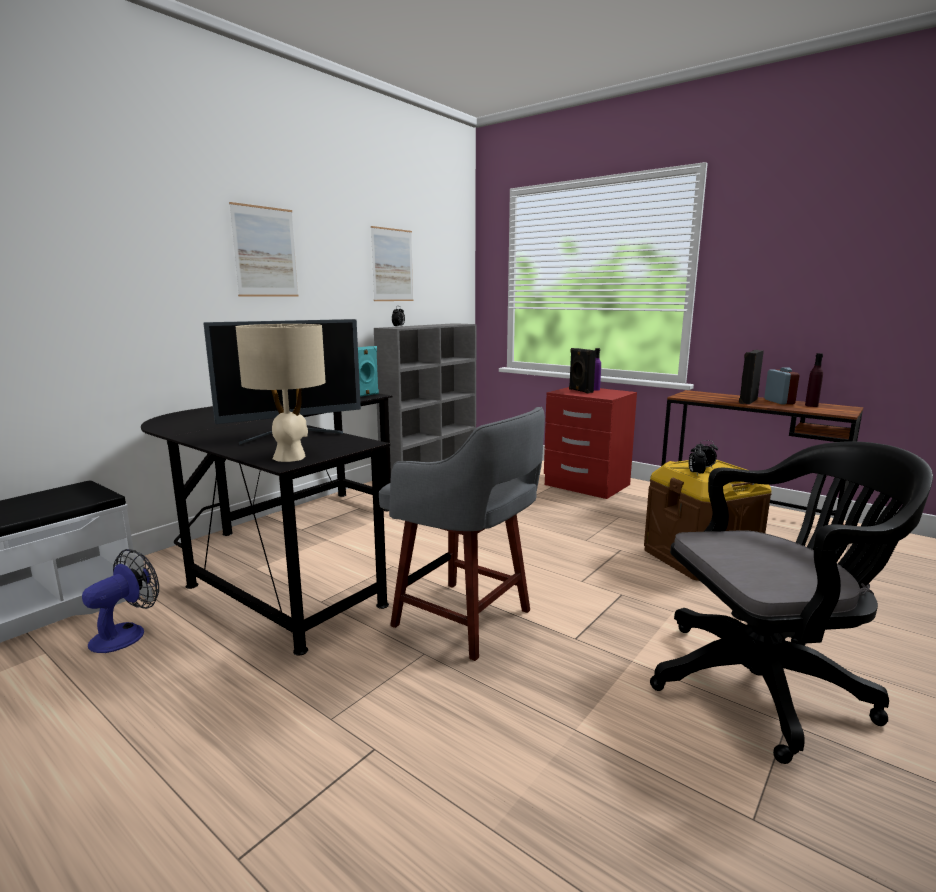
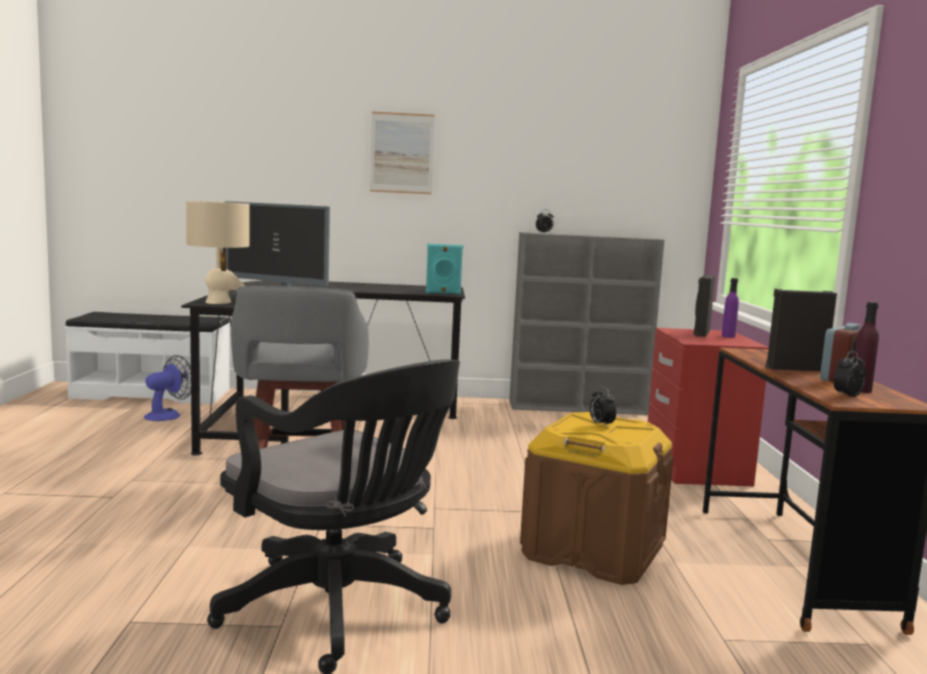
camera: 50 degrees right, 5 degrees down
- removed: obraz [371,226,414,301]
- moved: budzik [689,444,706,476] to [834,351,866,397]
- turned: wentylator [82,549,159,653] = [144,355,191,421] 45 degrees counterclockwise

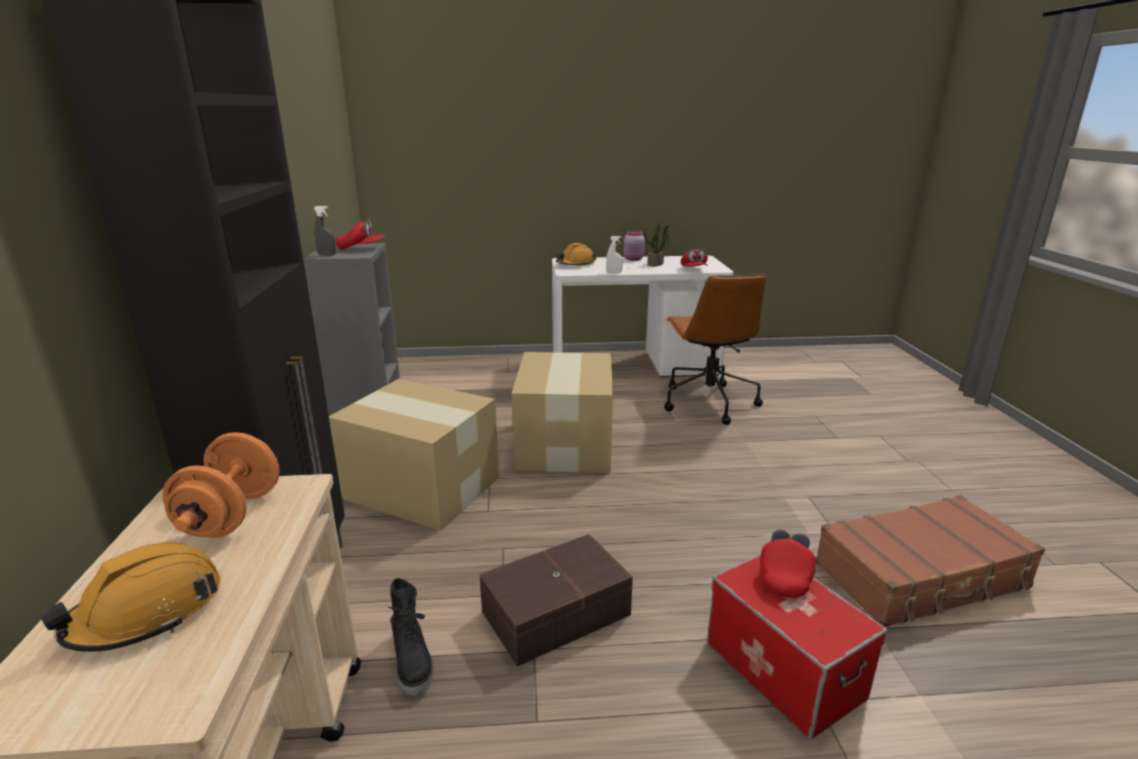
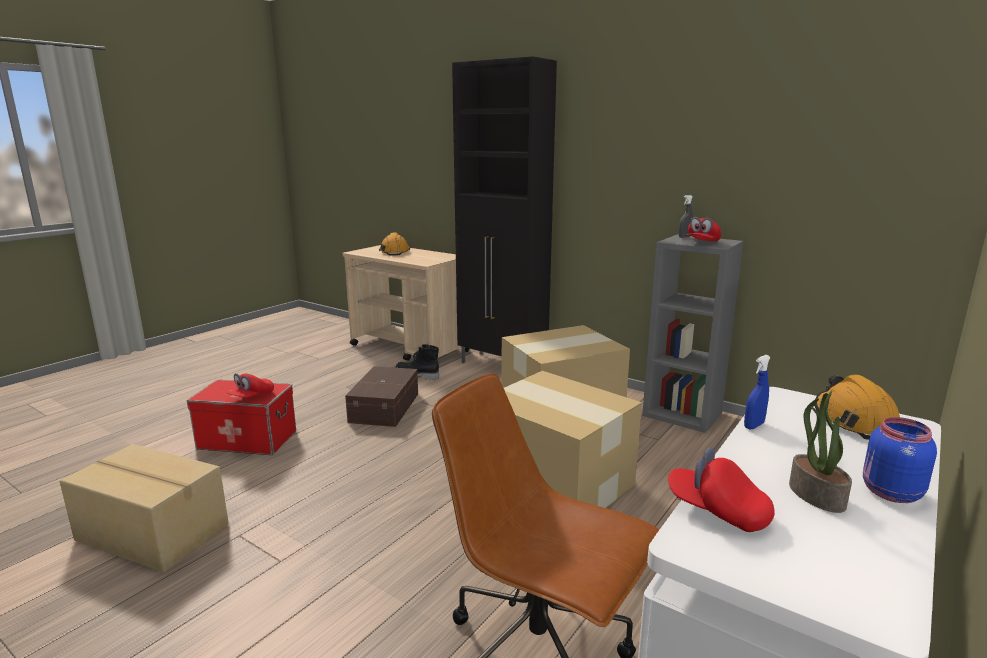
camera: 130 degrees right, 5 degrees down
- recoloured: słoik (różowy) [623,230,645,261] to słoik (niebieski) [863,417,937,503]
- recoloured: spryskiwacz (biały) [606,236,623,273] to spryskiwacz (niebieski) [744,355,771,430]
- removed: hantel (pomarańczowy) [162,432,280,538]
- replaced: walizka (brązowy) [815,495,1045,627] to karton [60,444,229,572]
- turned: czapka z daszkiem (czerwony) [760,530,816,598] = [227,373,274,398] 60 degrees clockwise

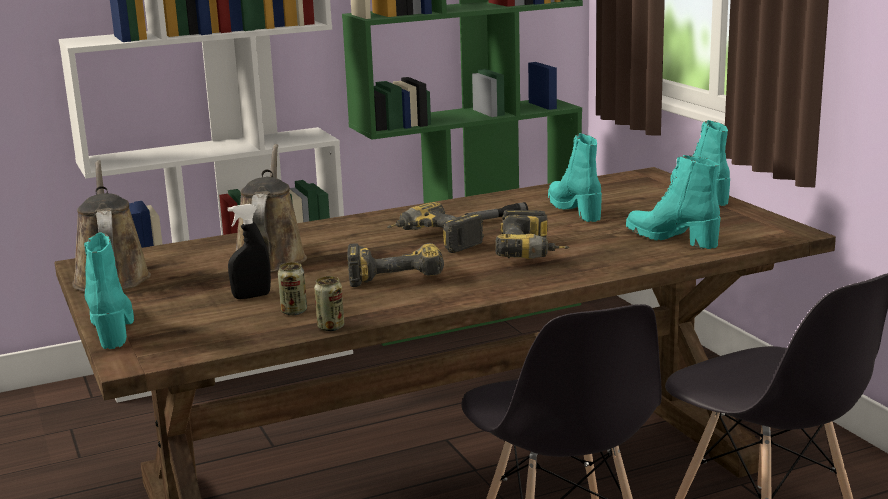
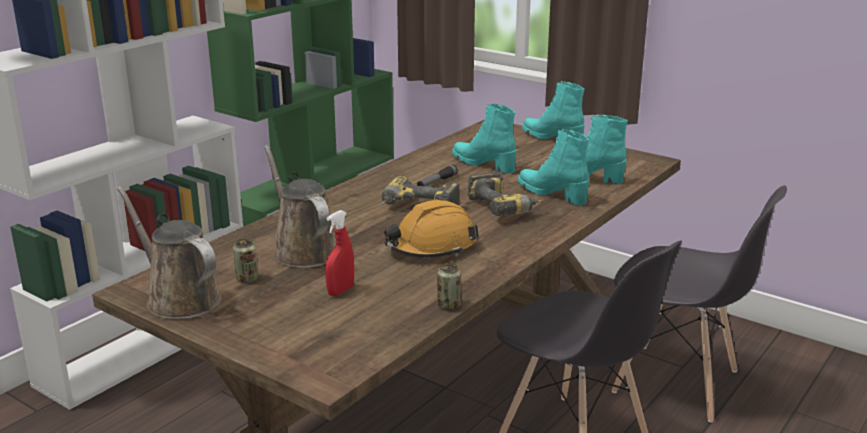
camera: 30 degrees left, 5 degrees up
- recoloured: spryskiwacz (czarny) [227,204,271,299] to spryskiwacz (czerwony) [325,210,354,296]
- moved: but z cholewką (turkusowy) [84,232,134,349] to [518,129,589,206]
- replaced: wiertarka [347,243,444,287] to kask (pomarańczowy) [384,200,479,258]
- moved: puszka [278,262,307,315] to [233,238,258,283]

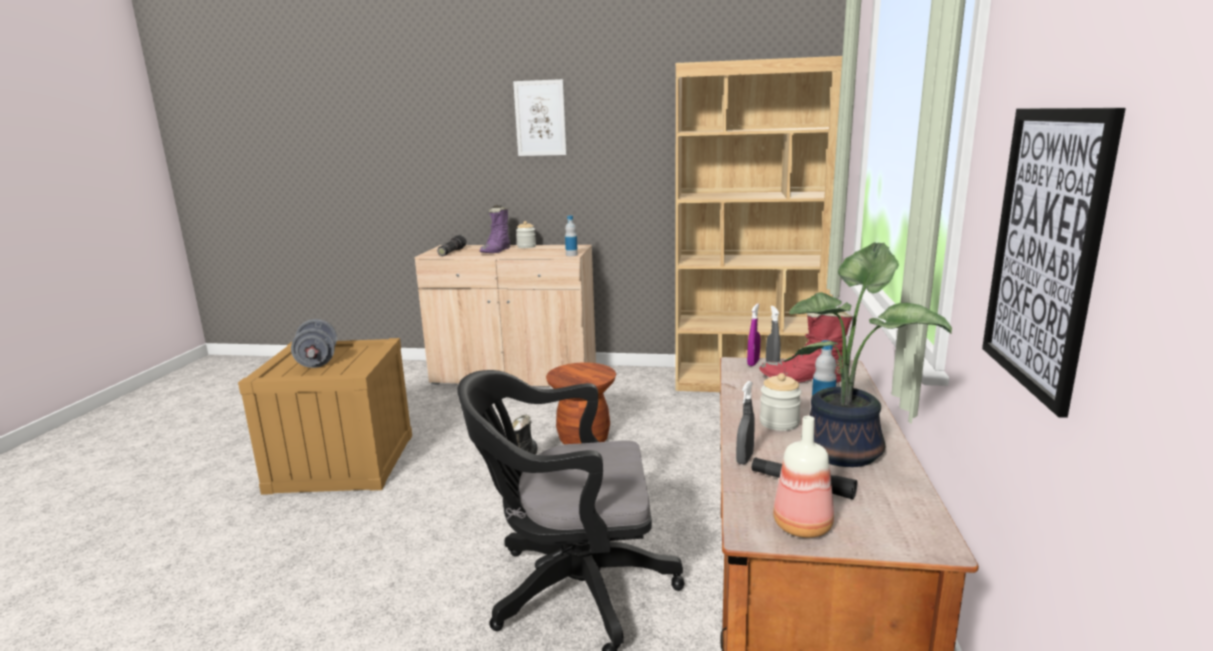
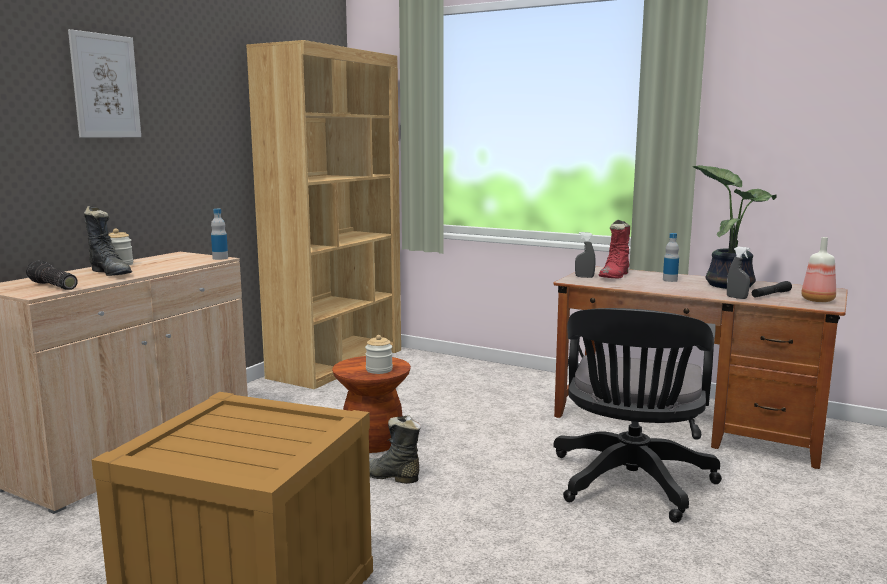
camera: 70 degrees left, 5 degrees down
- removed: obraz [982,108,1126,418]
- recoloured: but z cholewką (fioletowy) [480,204,510,253] to but z cholewką (czarny) [84,206,132,276]
- removed: spryskiwacz (fioletowy) [747,304,760,366]
- removed: hantel (szary) [291,319,337,368]
- moved: słoik [760,373,802,431] to [365,335,393,374]

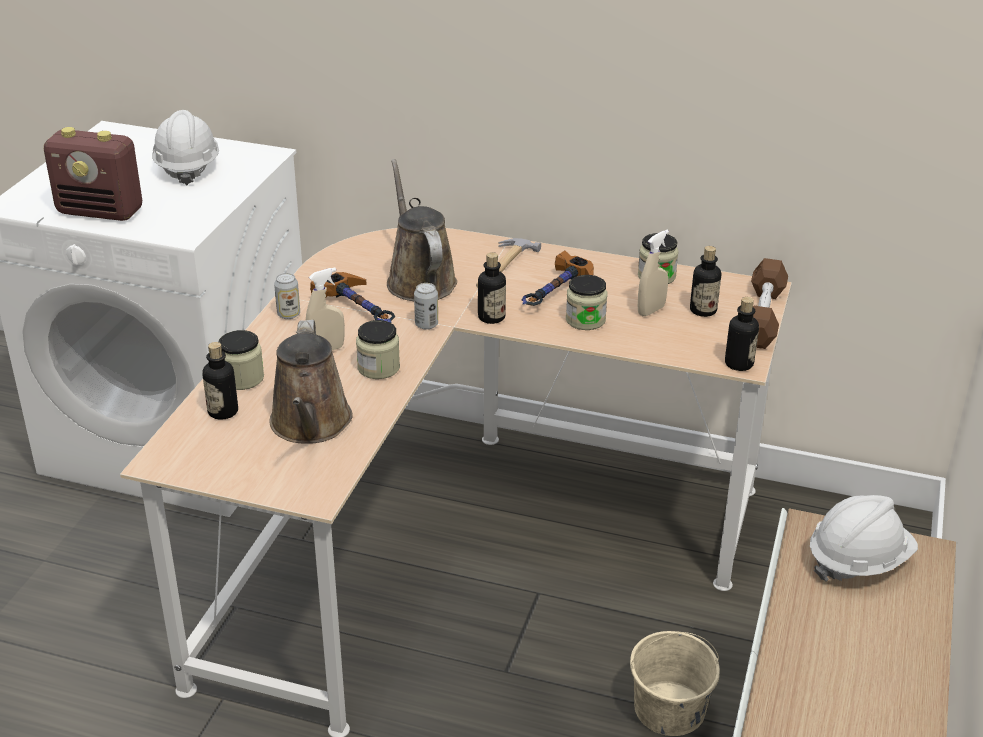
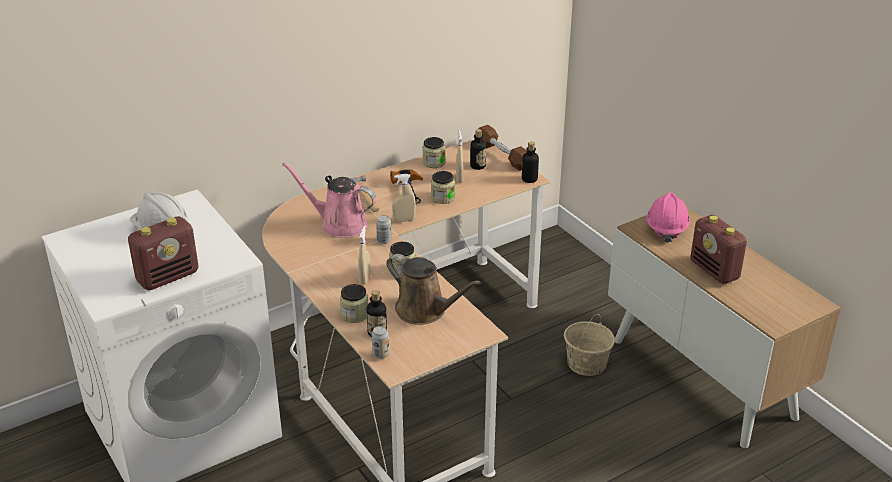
camera: 50 degrees left, 0 degrees up
- recoloured: konewka (brązowy) [387,159,457,301] to konewka (różowy) [282,162,376,238]
- replaced: butelka [478,252,506,324] to spryskiwacz (beżowy) [392,174,416,223]
- removed: młotek [310,272,395,323]
- moved: puszka [274,273,300,319] to [372,326,389,359]
- recoloured: kask (biały) [810,495,918,582] to kask (różowy) [646,192,690,243]
- added: radio [690,215,748,284]

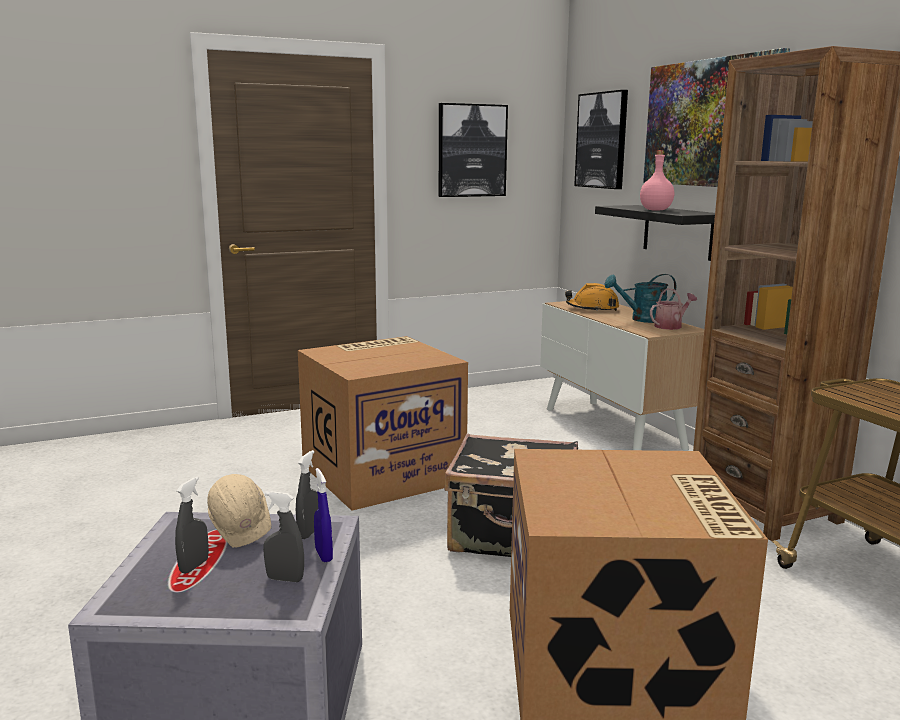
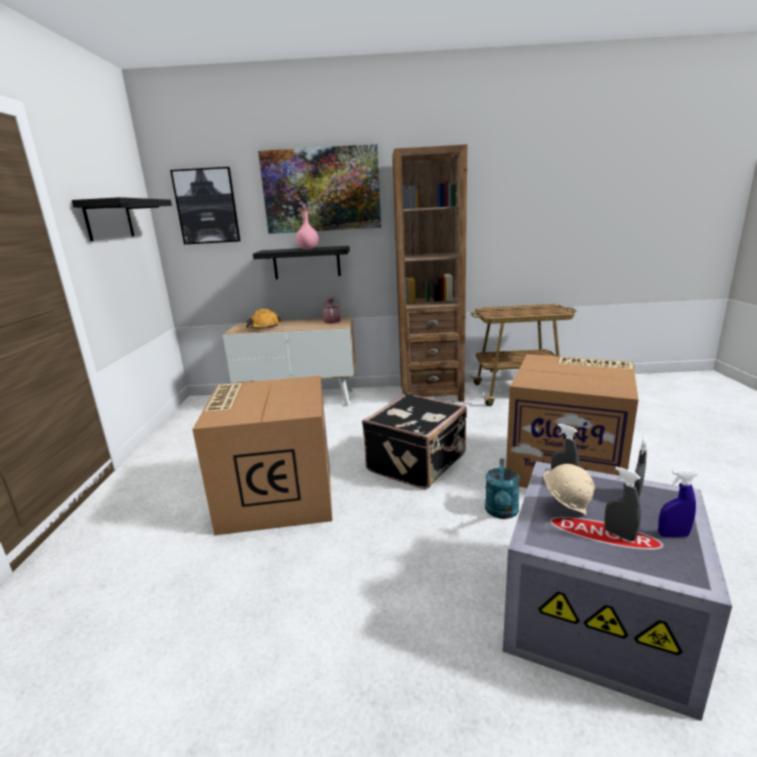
camera: 65 degrees left, 5 degrees up
- replaced: obraz [439,103,508,197] to półka (czarny) [71,197,172,241]
- moved: konewka (turkusowy) [605,274,676,323] to [485,458,520,519]
- moved: spryskiwacz (niebieski) [314,468,333,562] to [658,470,697,537]

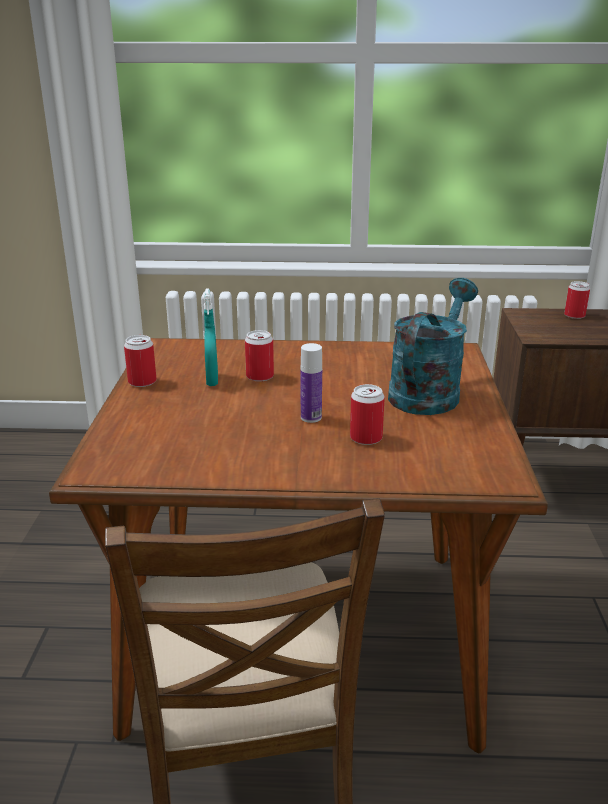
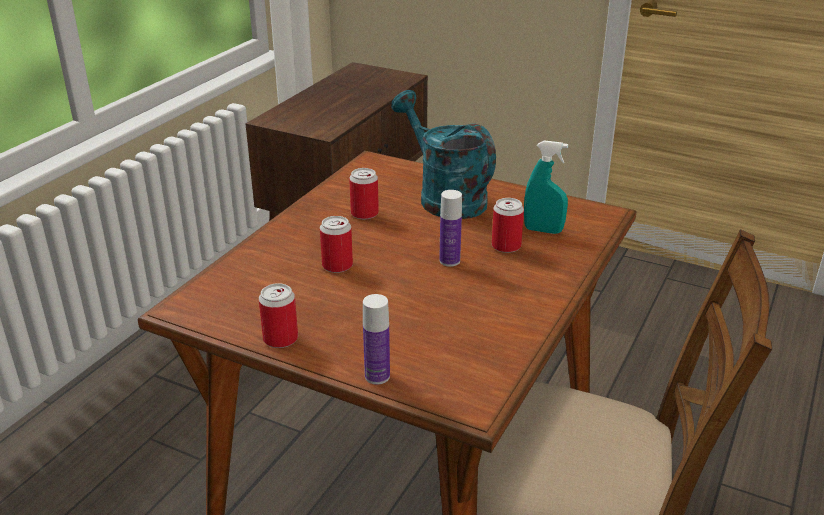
camera: 65 degrees left, 5 degrees up
- moved: puszka [564,281,590,319] to [349,168,379,220]
- moved: spryskiwacz (turkusowy) [204,288,218,386] to [524,140,568,234]
- added: butelka [363,294,390,385]

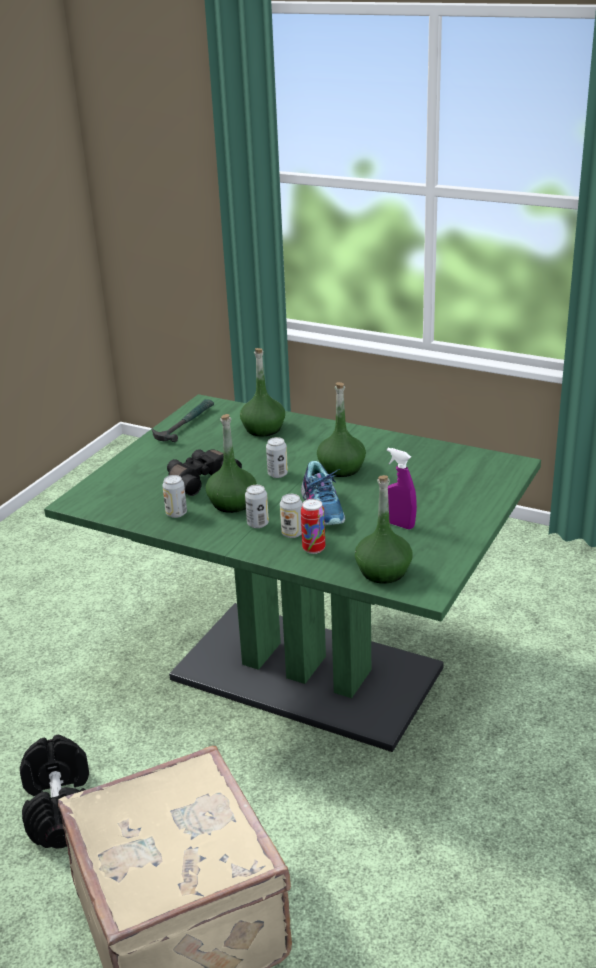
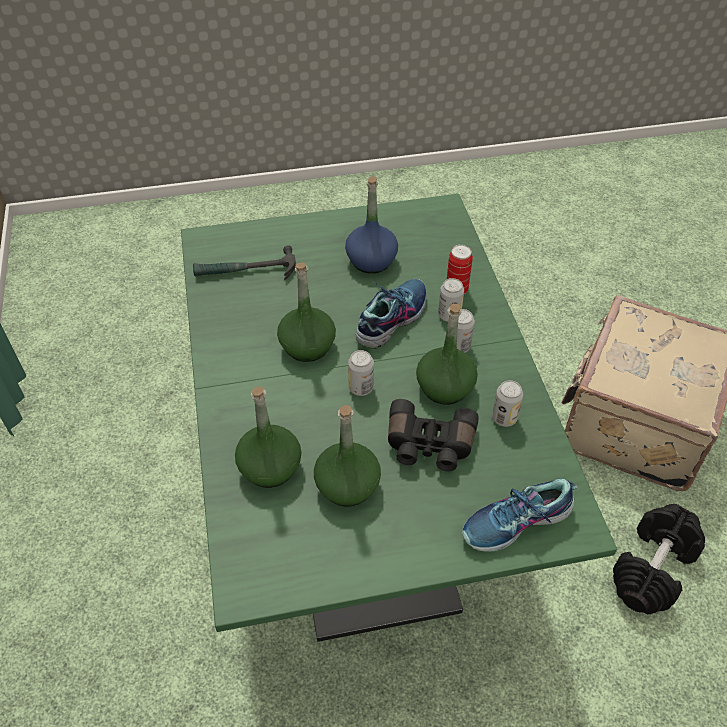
camera: 130 degrees left, 20 degrees up
- moved: młotek [151,399,214,442] to [193,245,296,280]
- replaced: spryskiwacz (fioletowy) [387,448,417,529] to butelka (niebieski) [345,176,398,274]
- moved: butelka (zielony) [355,475,412,584] to [314,405,381,507]
- added: but [462,478,578,552]

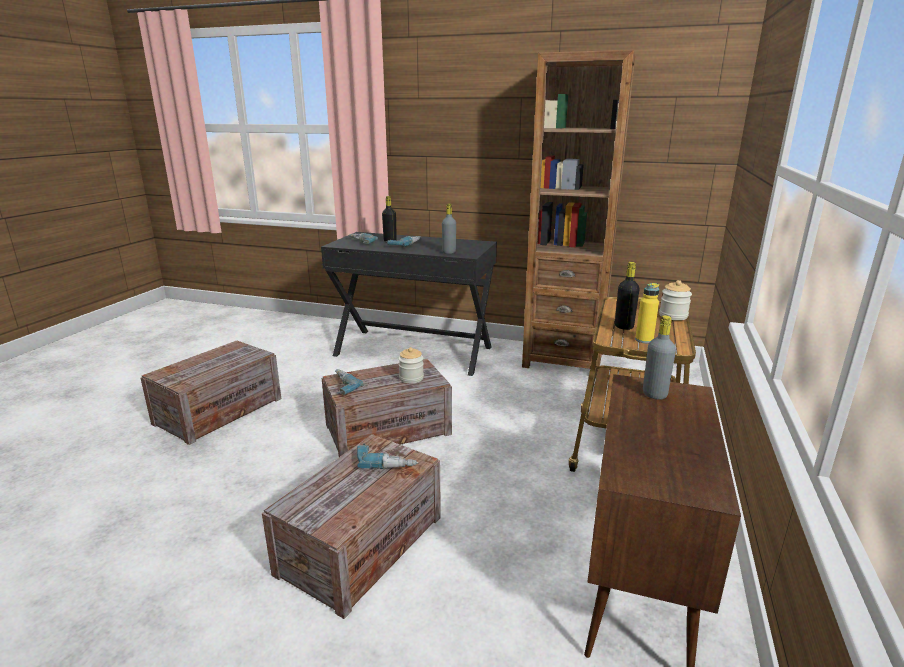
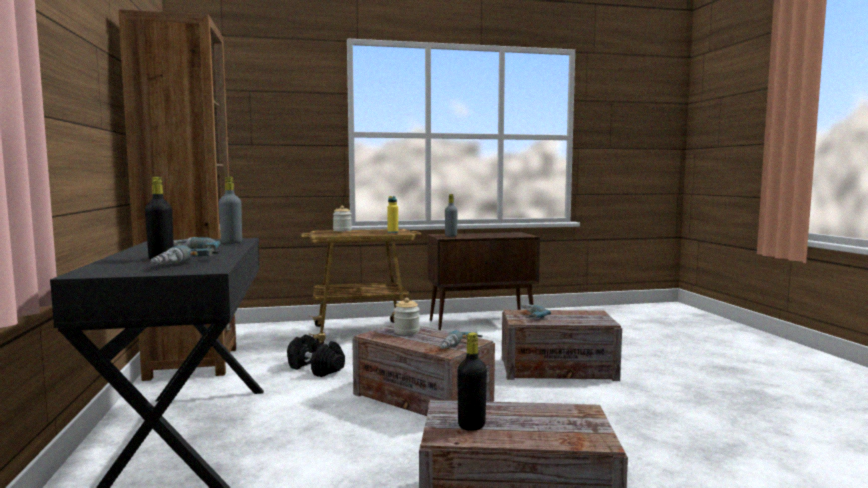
camera: 120 degrees left, 15 degrees down
- moved: butelka (czarny) [615,262,640,330] to [457,332,487,431]
- added: hantel (czarny) [287,335,345,377]

